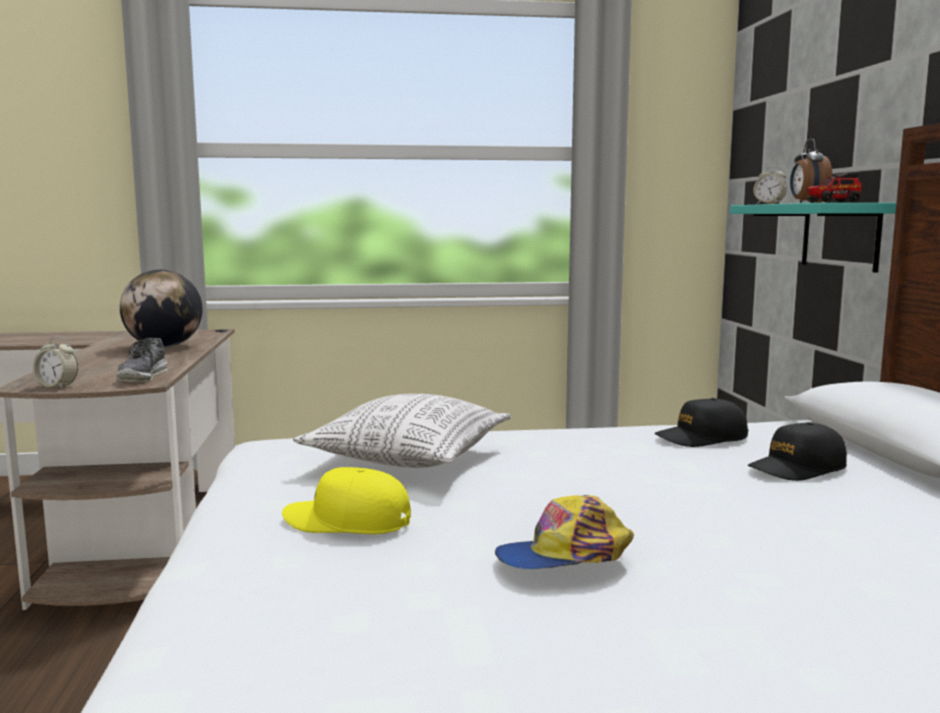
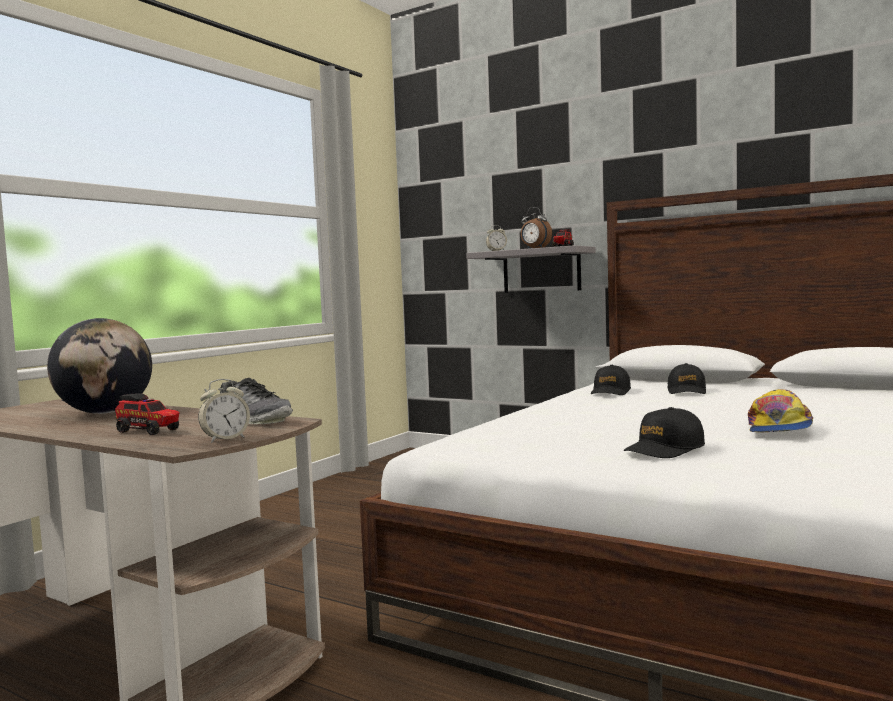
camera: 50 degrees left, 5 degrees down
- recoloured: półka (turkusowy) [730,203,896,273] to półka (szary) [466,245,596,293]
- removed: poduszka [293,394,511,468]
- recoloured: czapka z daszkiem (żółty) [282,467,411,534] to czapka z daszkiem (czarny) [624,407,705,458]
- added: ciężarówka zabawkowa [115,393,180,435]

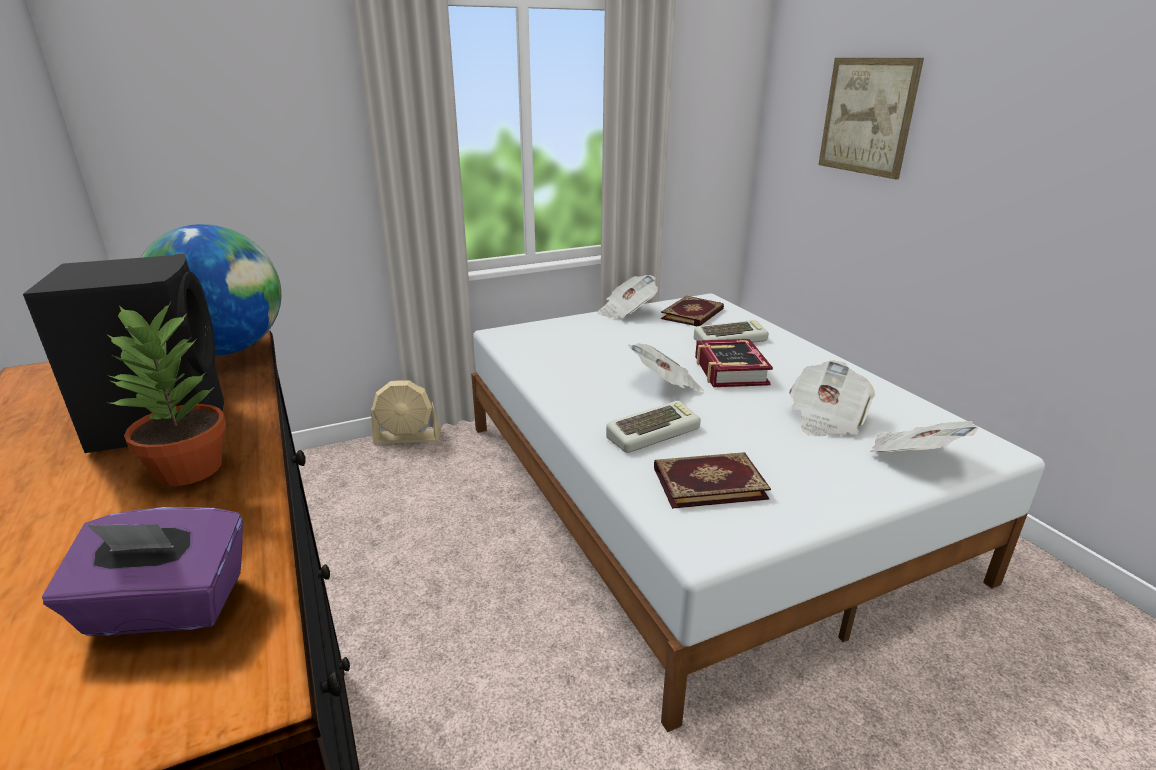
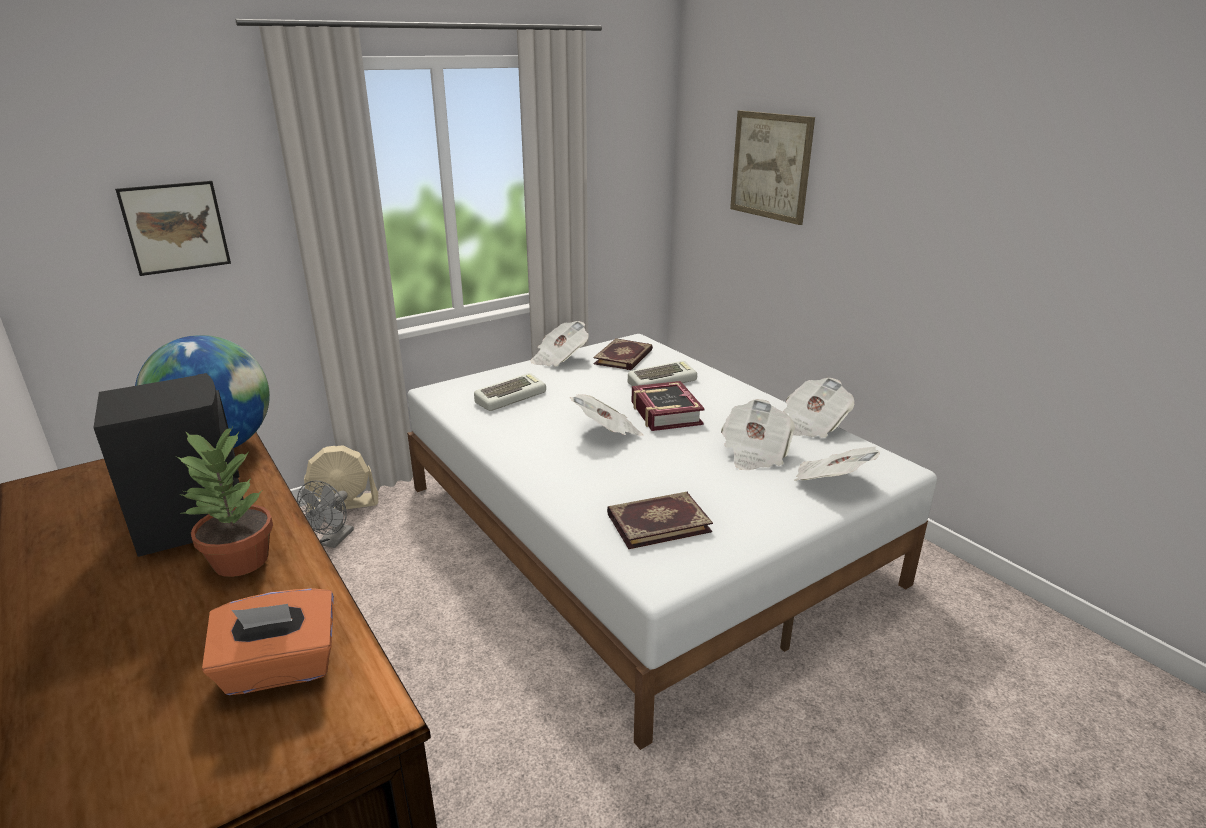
camera: 10 degrees left, 0 degrees up
- moved: klawiatura [606,401,701,453] to [474,373,546,411]
- recoloured: pudełko chusteczek (fioletowy) [42,507,243,636] to pudełko chusteczek (pomarańczowy) [202,588,334,695]
- added: obraz [115,181,231,276]
- added: gazeta [783,378,854,438]
- added: wentylator (szary) [297,481,354,548]

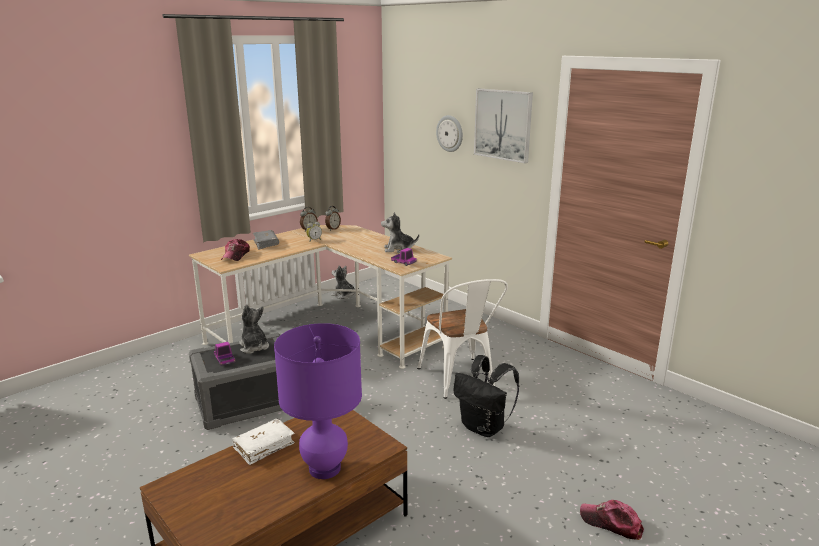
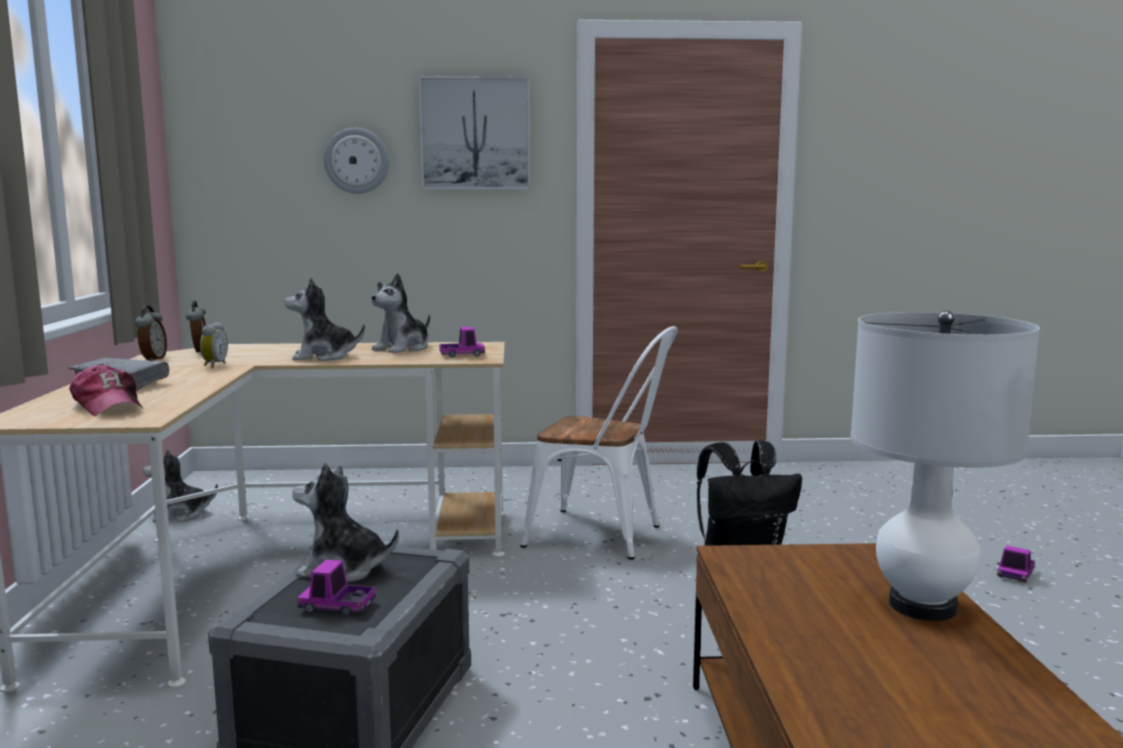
camera: 50 degrees left, 10 degrees down
- recoloured: lampa stołowa (fioletowy) [274,323,362,479] to lampa stołowa (biały) [850,310,1040,621]
- removed: książka (biały) [232,419,295,465]
- replaced: czapka z daszkiem [580,500,644,540] to ciężarówka zabawkowa [997,546,1035,583]
- added: pluszak [284,277,365,361]

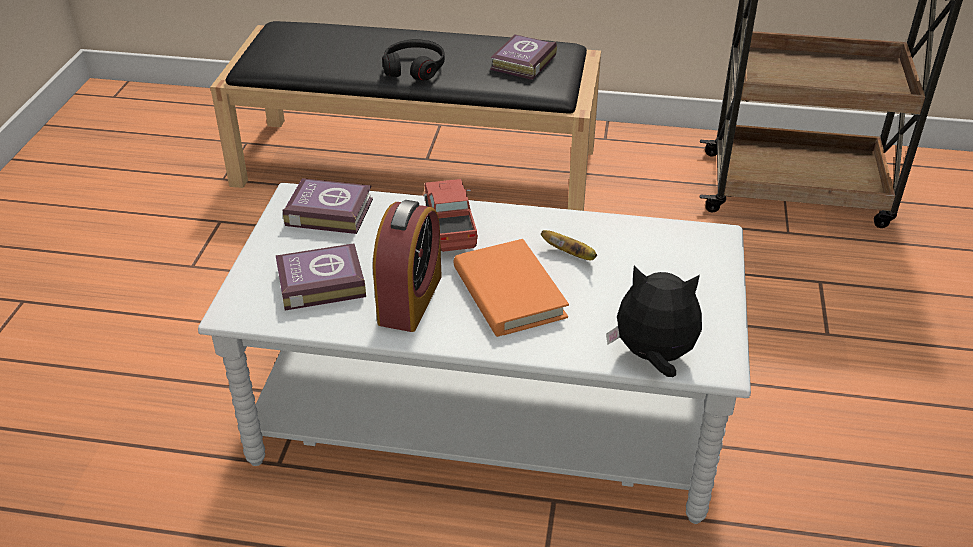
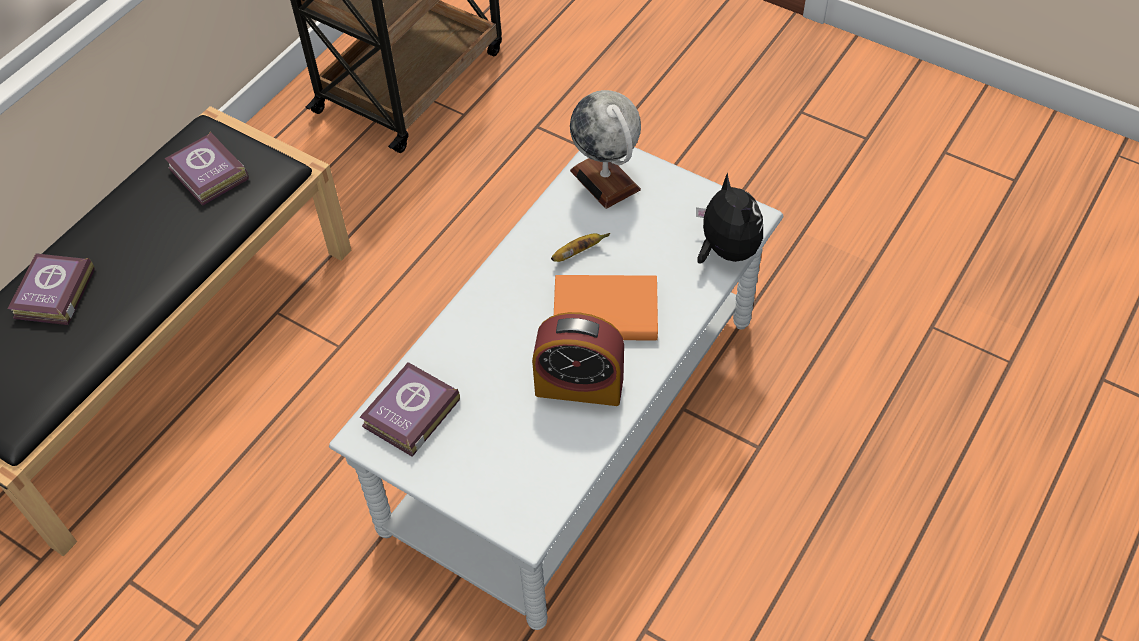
camera: 65 degrees left, 15 degrees up
- removed: słuchawki (czarny) [382,39,445,81]
- removed: ciężarówka zabawkowa [423,179,478,252]
- turned: budzik [373,200,442,332] = [532,312,624,406] 150 degrees clockwise
- moved: książka [276,243,366,310] to [7,253,95,325]
- turned: pluszak [606,265,702,377] = [696,173,763,264] 120 degrees clockwise
- added: globus [570,90,641,209]

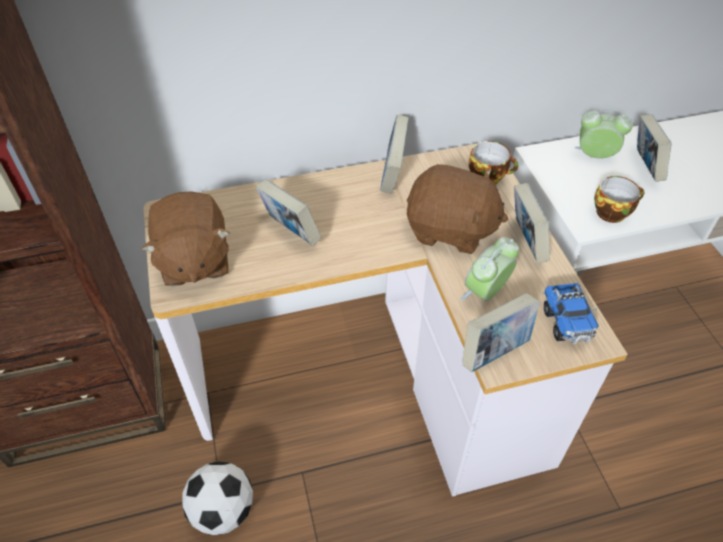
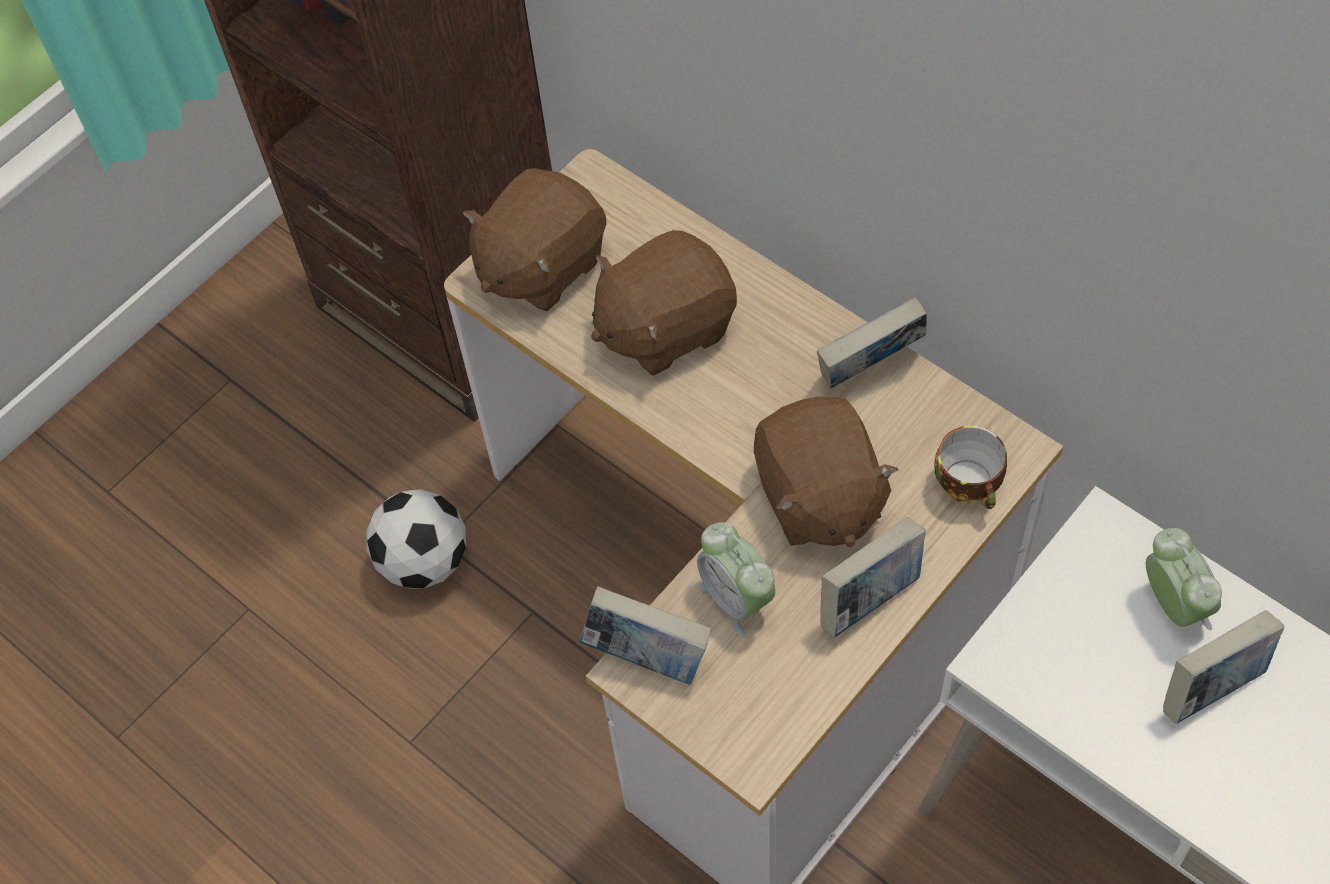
camera: 60 degrees right, 10 degrees up
- removed: filiżanka [594,176,644,223]
- replaced: książka [256,179,321,246] to pluszak (brązowy) [591,230,737,375]
- turned: budzik [460,237,519,301] = [697,522,775,637] 135 degrees counterclockwise
- removed: ciężarówka zabawkowa [543,283,599,345]

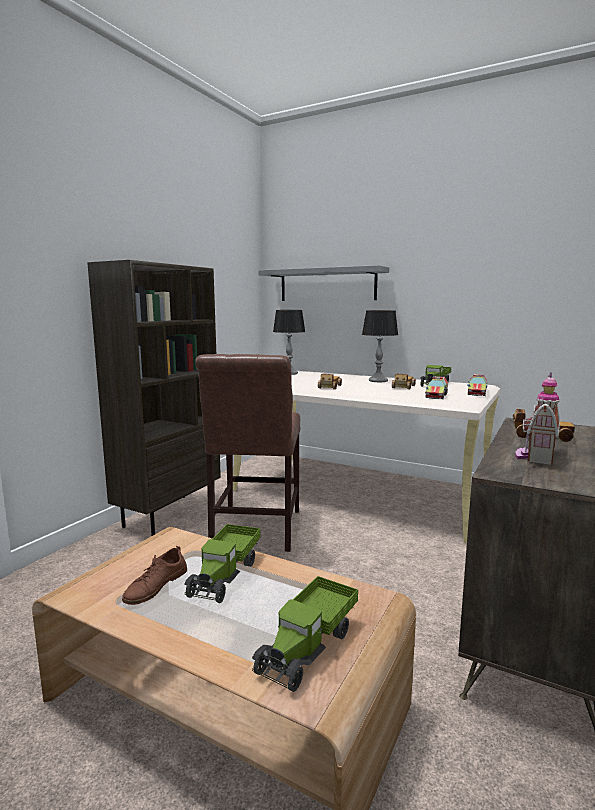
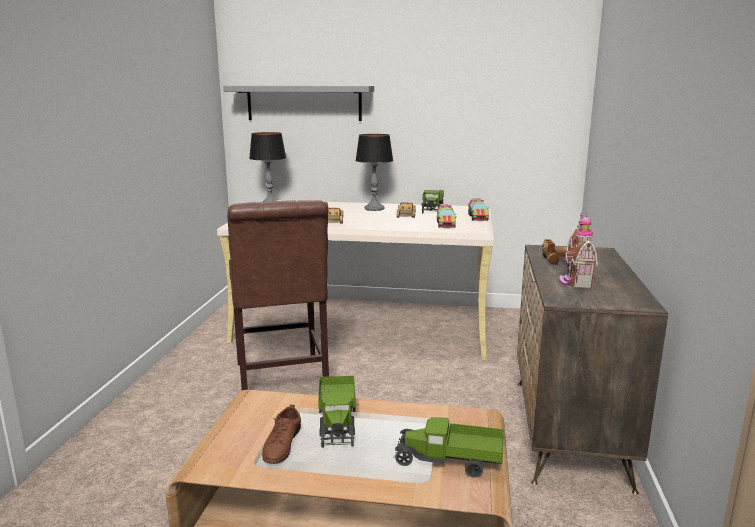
camera: 20 degrees left, 5 degrees up
- removed: regał (brązowy) [87,260,221,536]
- turned: ciężarówka zabawkowa [252,576,358,692] = [394,417,504,478] 90 degrees clockwise

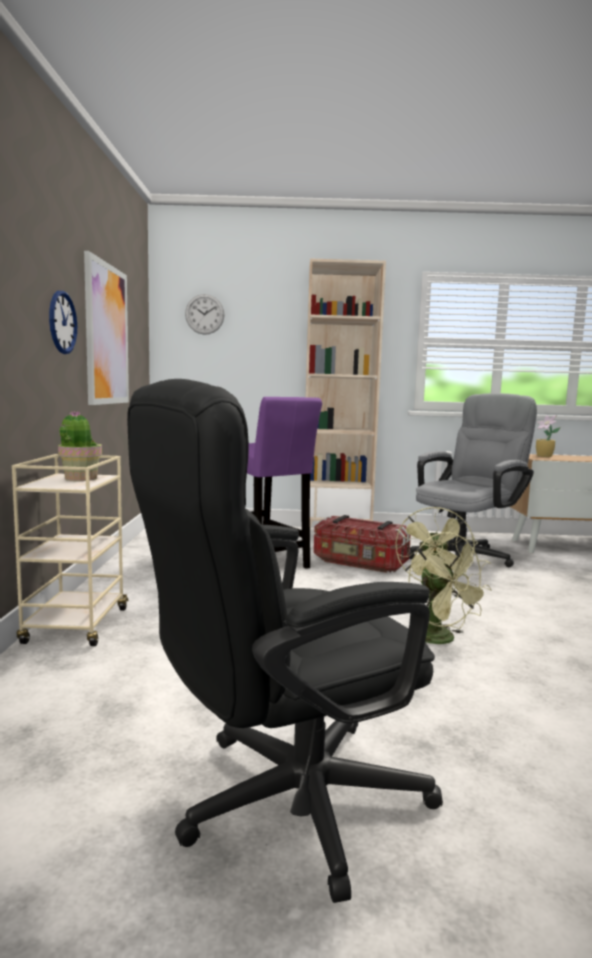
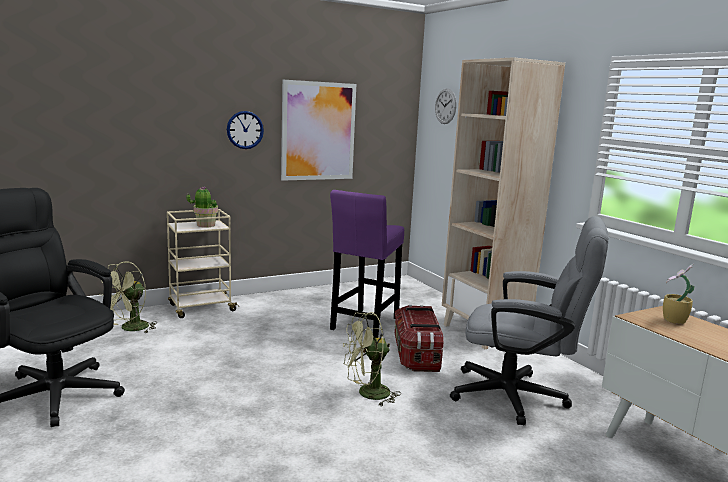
camera: 60 degrees right, 5 degrees up
- moved: wentylator (zielony) [408,532,492,644] to [99,261,157,333]

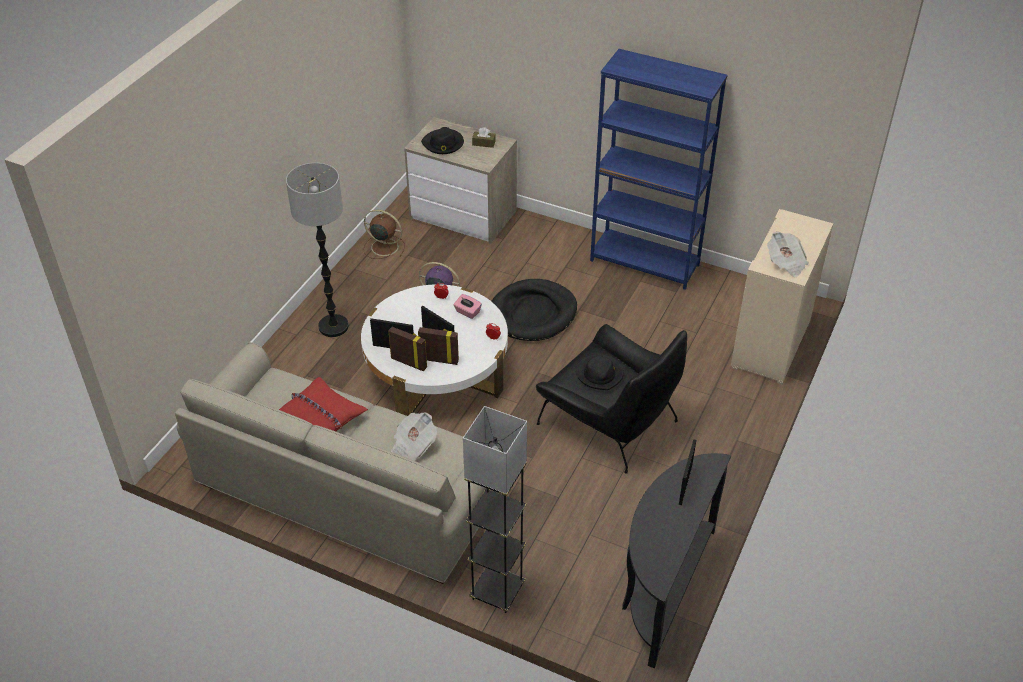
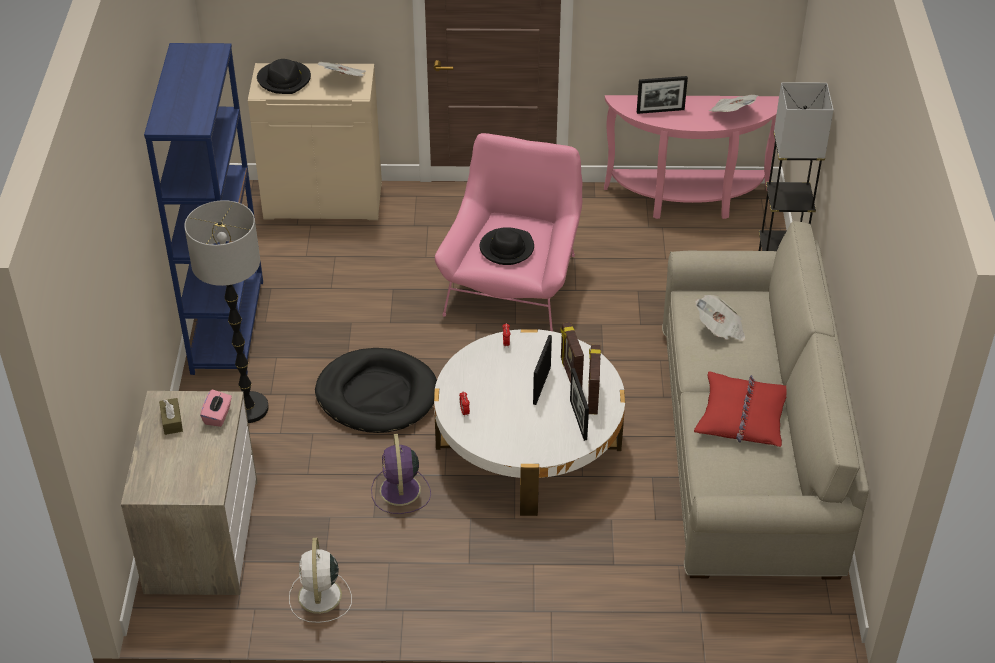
camera: 115 degrees left, 0 degrees up
- moved: kapelusz (czarny) [421,127,464,154] to [257,59,311,94]
- moved: lampa stojąca [286,163,349,337] to [184,200,269,423]
- recoloured: wentylator (brązowy) [363,209,405,259] to wentylator (biały) [289,538,352,623]
- moved: pudełko chusteczek (różowy) [454,294,482,319] to [200,390,232,427]
- recoloured: fotel (czarny) [536,324,687,474] to fotel (różowy) [435,133,583,331]
- recoloured: stolik konsolowy (czarny) [622,453,731,668] to stolik konsolowy (różowy) [604,95,779,219]
- added: gazeta [709,95,759,112]

